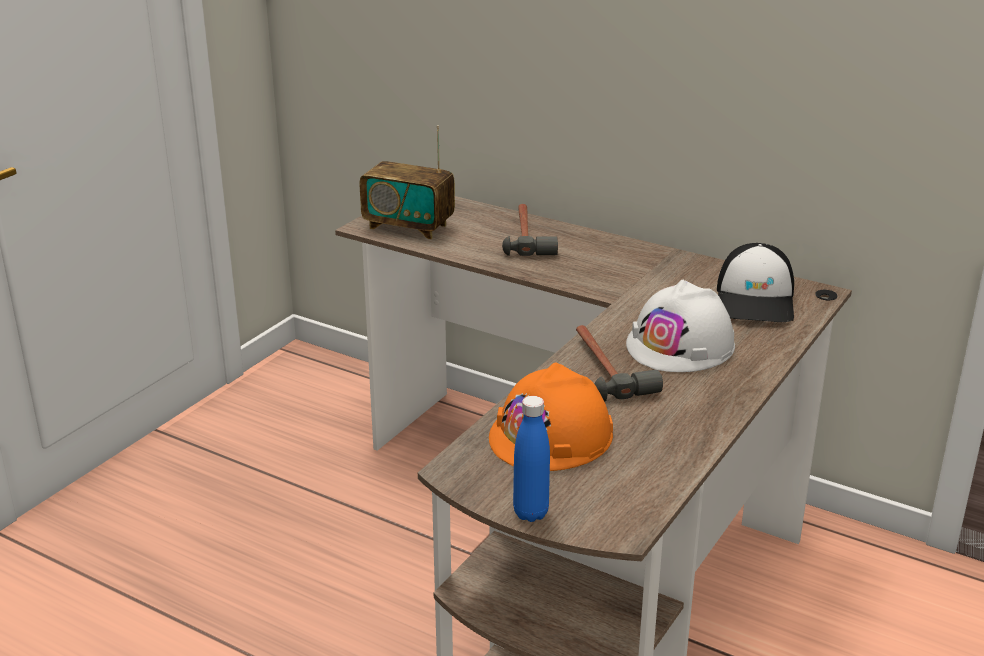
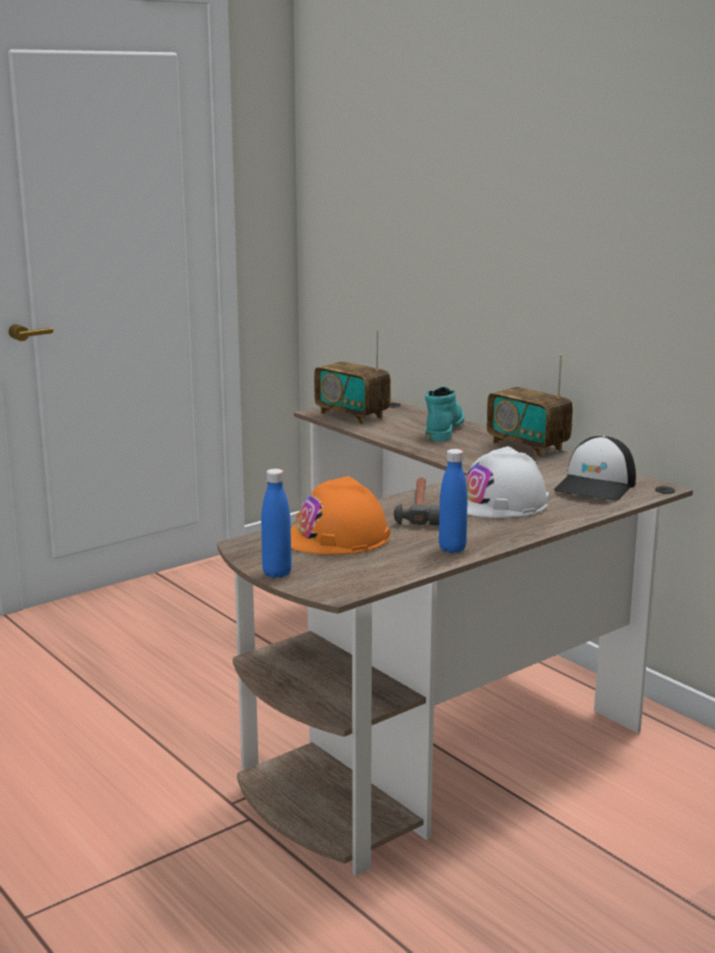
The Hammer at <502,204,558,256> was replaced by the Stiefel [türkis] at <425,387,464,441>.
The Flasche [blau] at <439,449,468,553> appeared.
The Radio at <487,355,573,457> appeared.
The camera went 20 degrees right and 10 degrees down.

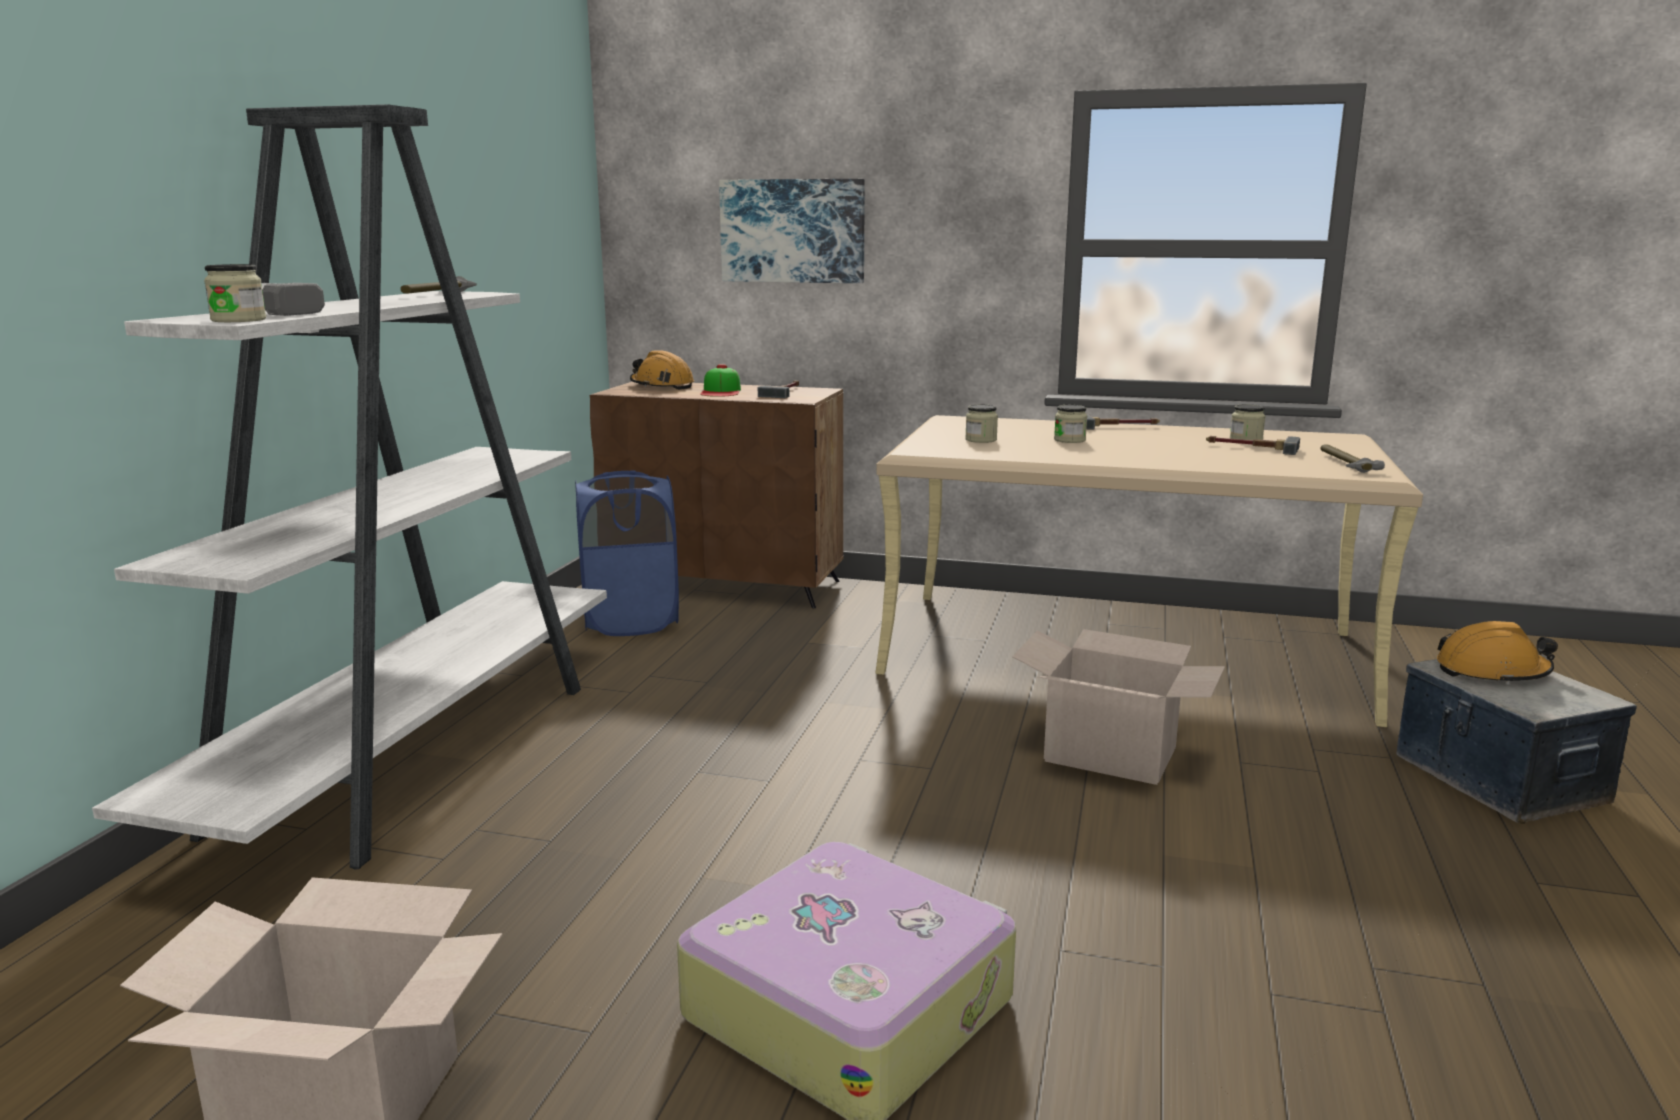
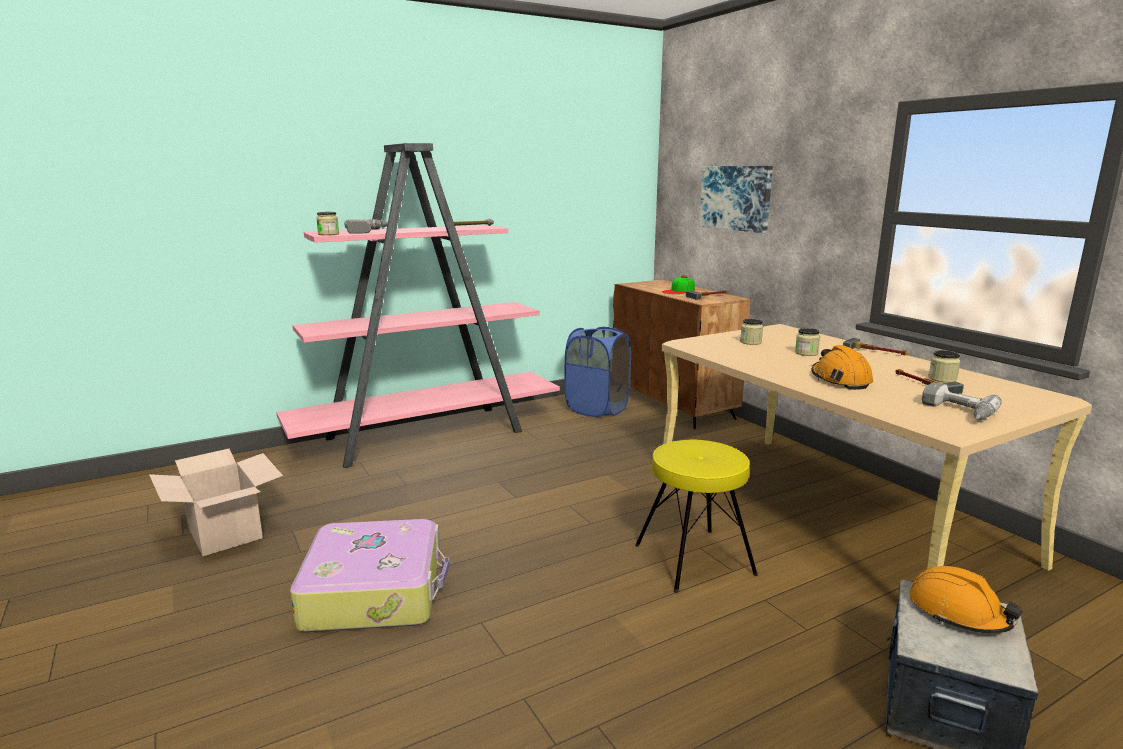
The Bücherregal [weiß] at <92,104,607,870> became the Bücherregal [rosa] at <276,143,560,468>.
The Schutzhelm [orange] moved from <630,350,694,390> to <811,345,873,390>.
The Karton at <1012,629,1225,785> was replaced by the Hocker [gelb] at <635,439,758,593>.
The Hammer at <1320,445,1385,473> was replaced by the Bohrmaschine at <922,382,1001,420>.
The camera went 45 degrees right and 0 degrees up.

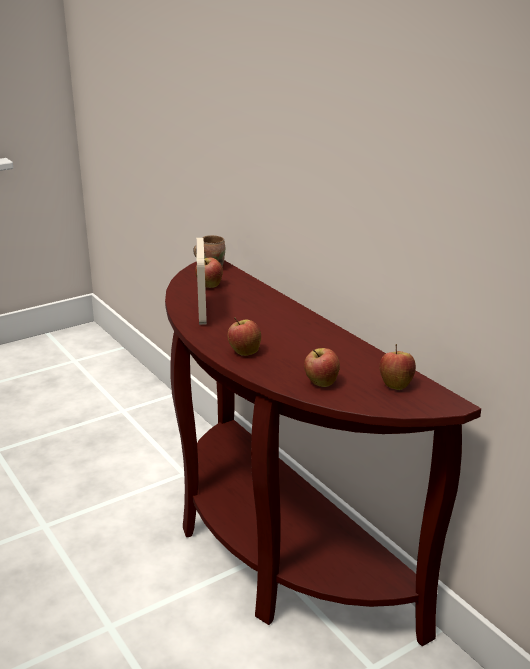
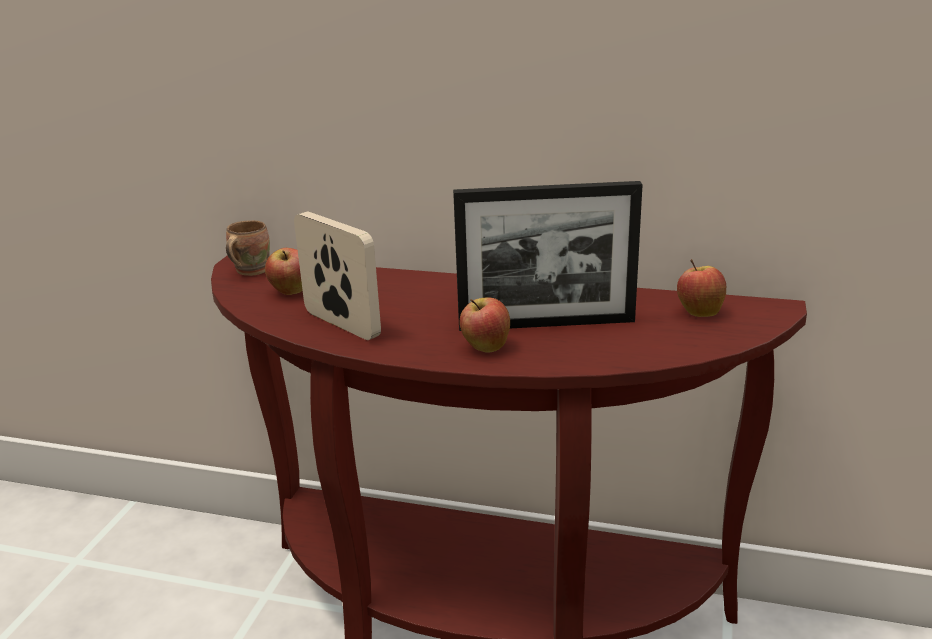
The Apfel at <304,348,340,387> disappeared.
The Bilderrahmen at <453,181,643,331> appeared.
The camera went 40 degrees left and 0 degrees up.

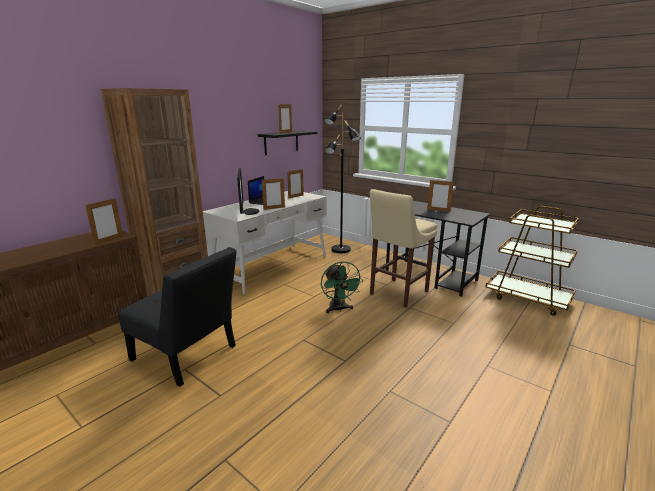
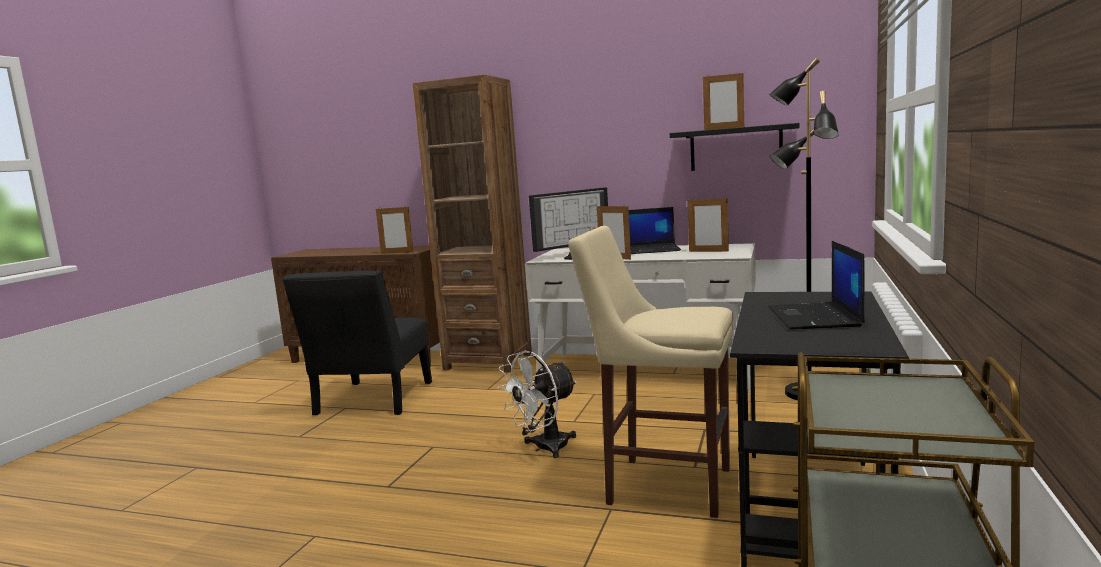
The Ventilator [grün] at <321,261,363,313> became the Ventilator [weiß] at <498,351,577,458>.
The Bilderrahmen at <427,180,454,212> was replaced by the Laptop at <768,241,865,330>.
The camera went 70 degrees right and 10 degrees down.

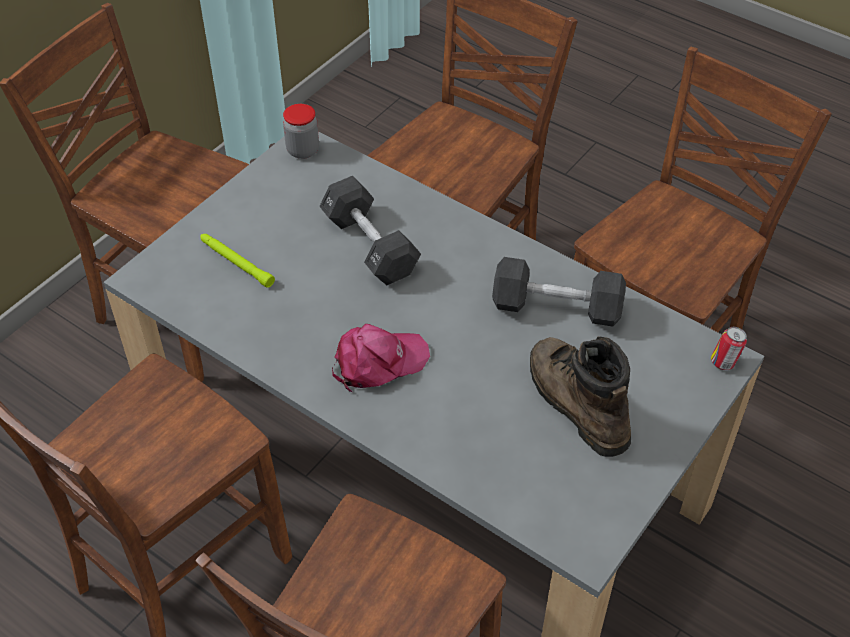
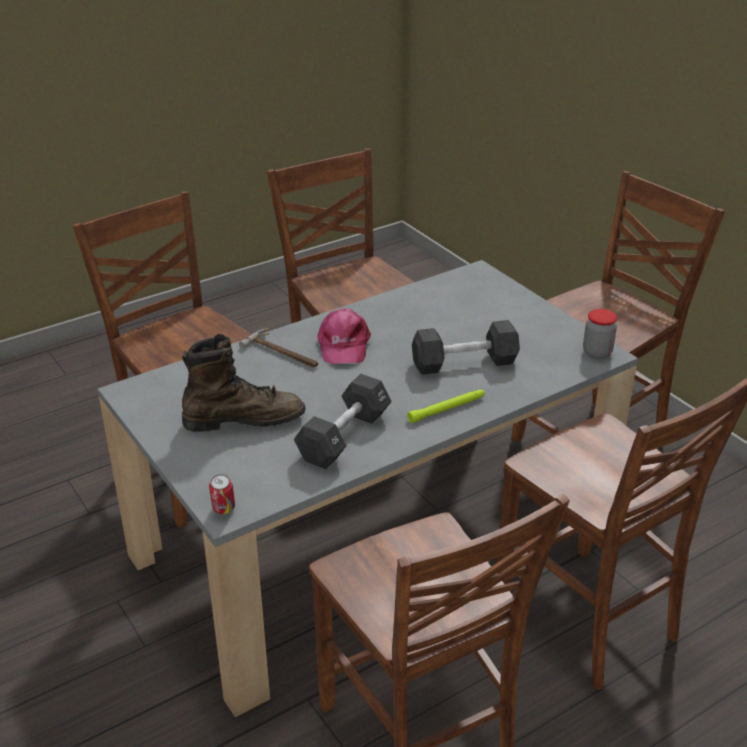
The Taschenlampe [grün] moved from <200,234,275,288> to <407,390,485,423>.
The Hammer at <239,328,318,367> appeared.
The camera went 110 degrees right and 15 degrees down.

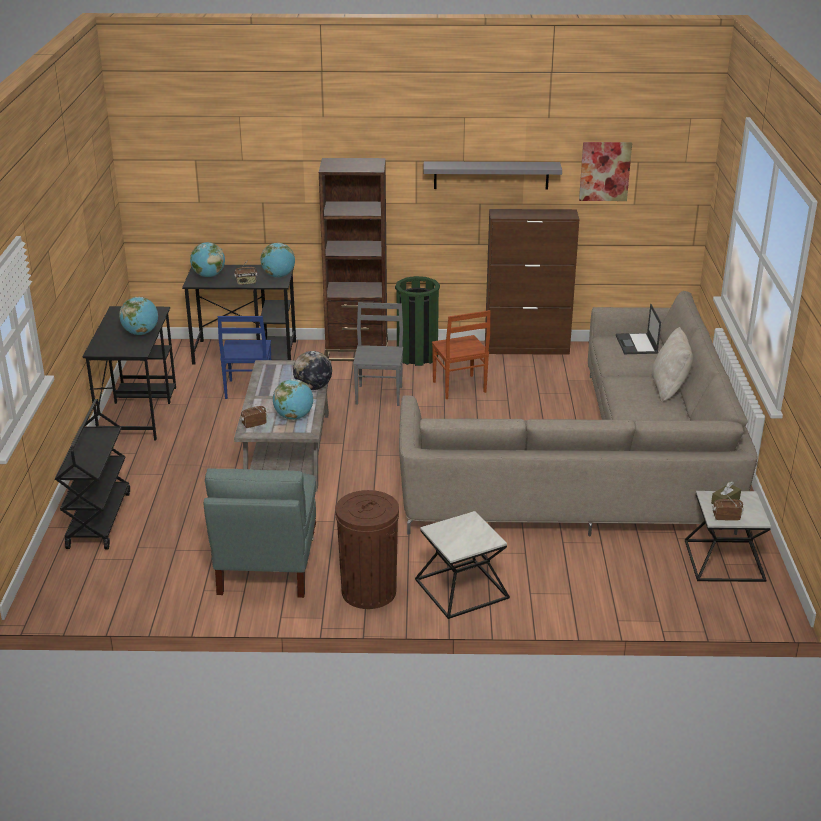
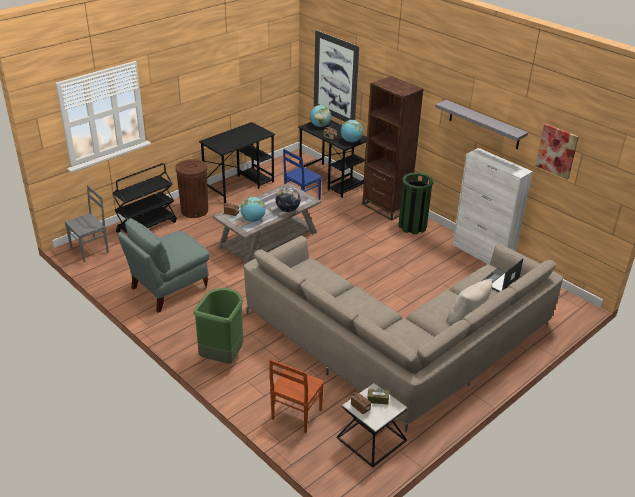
The Globus at <119,297,158,335> disappeared.
The Mülleimer [braun] moved from <335,490,399,609> to <175,159,208,218>.
The Stuhl [grau] moved from <353,302,403,406> to <65,185,109,262>.
The Beistelltisch at <415,511,510,619> was replaced by the Mülleimer [grün] at <193,288,243,364>.
The Stuhl [braun] moved from <432,310,490,399> to <269,359,324,433>.
The Schrank [braun] at <485,209,580,355> became the Schrank [weiß] at <453,148,533,265>.
The Bild at <314,30,359,122> appeared.
The camera went 45 degrees right and 5 degrees up.

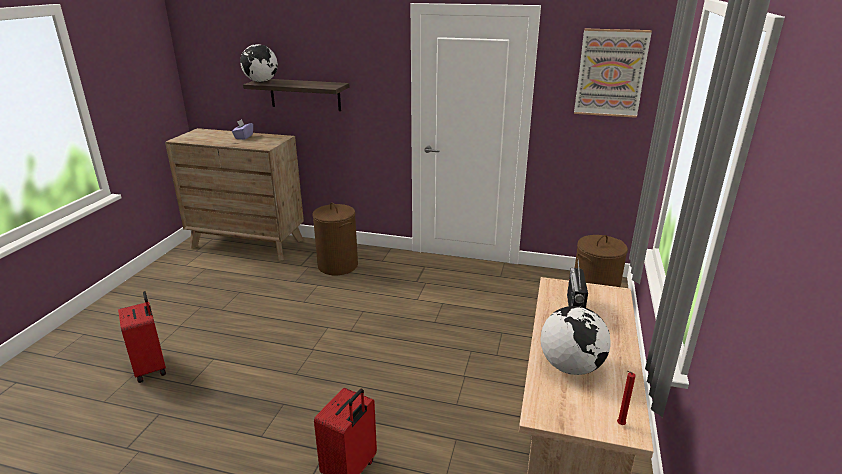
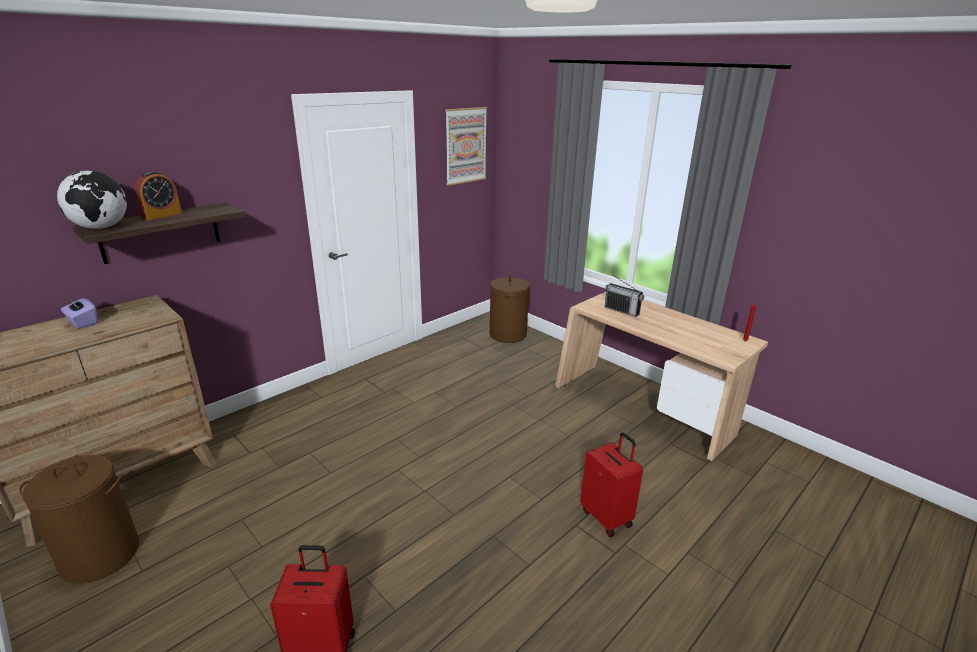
The Wäschekorb [braun] moved from <313,202,358,275> to <19,455,139,583>.
The Globus at <540,306,611,375> disappeared.
The Wecker at <134,171,182,220> appeared.
The camera went 60 degrees left and 0 degrees up.

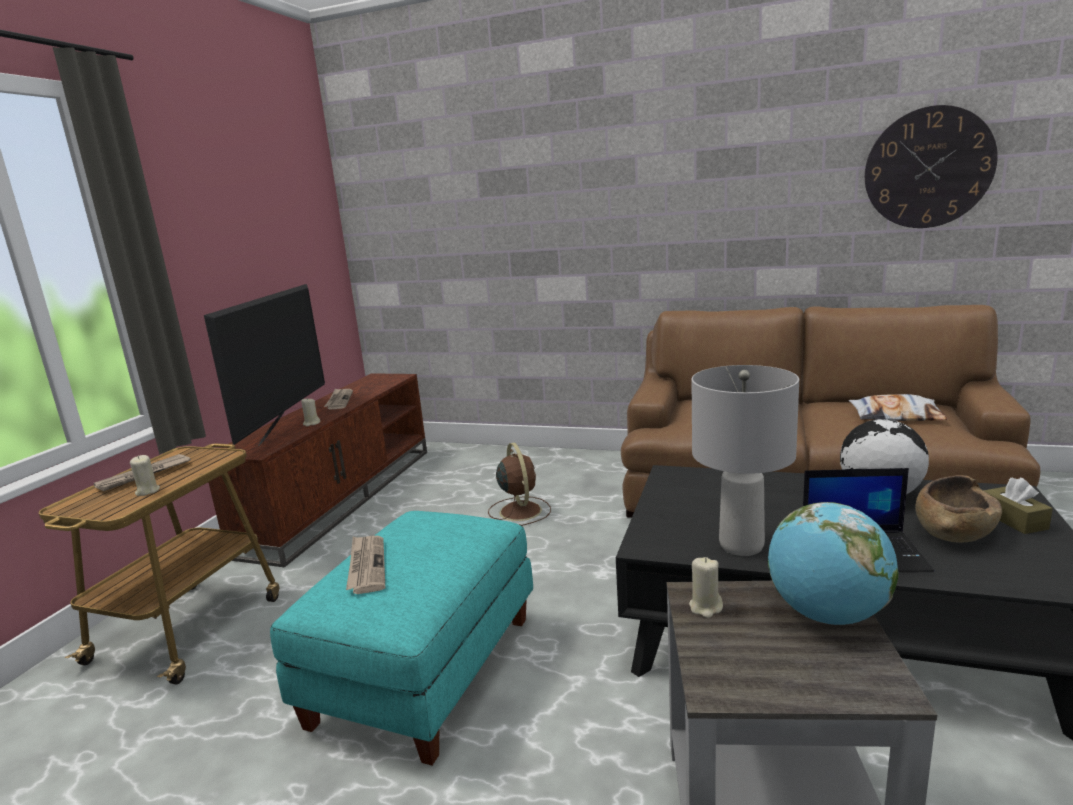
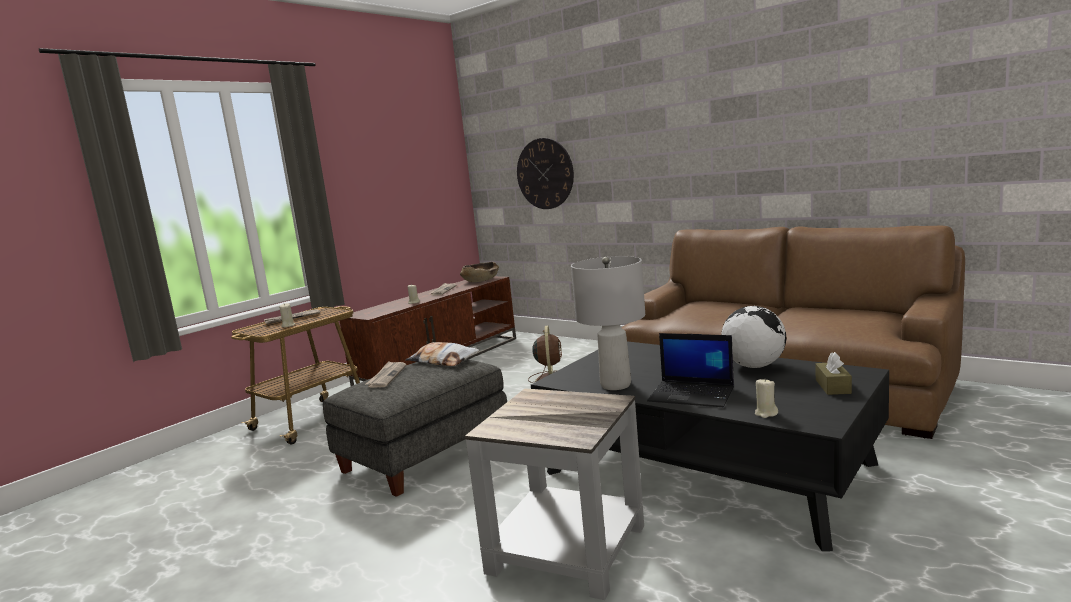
The Fernseher at <204,284,325,446> disappeared.
The Polsterhocker [türkis] at <270,511,533,766> became the Polsterhocker [grau] at <323,359,507,497>.
The Kerze [beige] moved from <689,557,723,618> to <755,379,778,418>.
The Globus at <768,502,898,625> disappeared.
The Kissen moved from <849,394,948,421> to <405,342,480,366>.
The Wanduhr moved from <865,105,998,228> to <517,138,574,209>.
The Schüssel [braun] moved from <915,475,1002,543> to <460,262,499,282>.
The camera went 20 degrees right and 5 degrees down.

